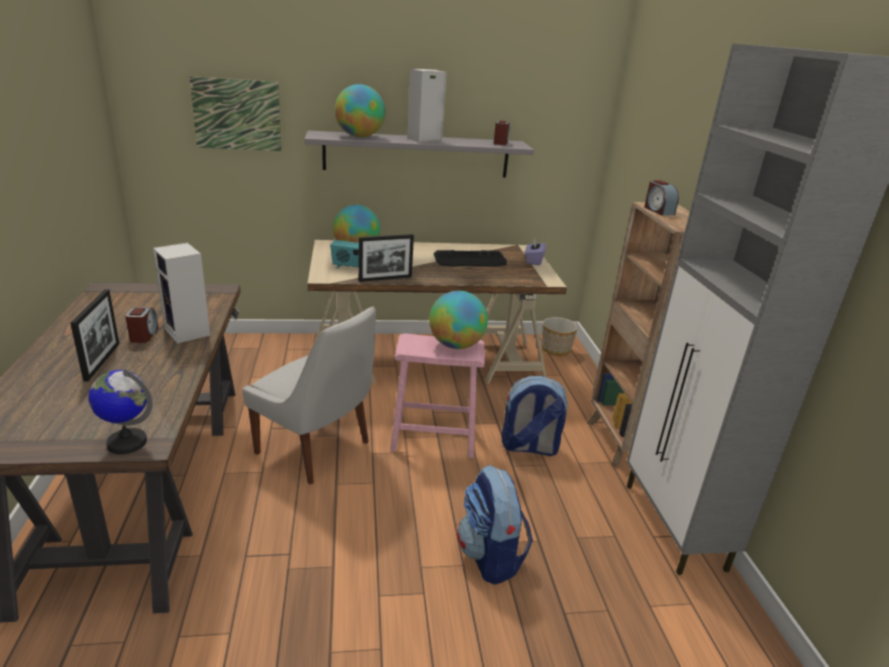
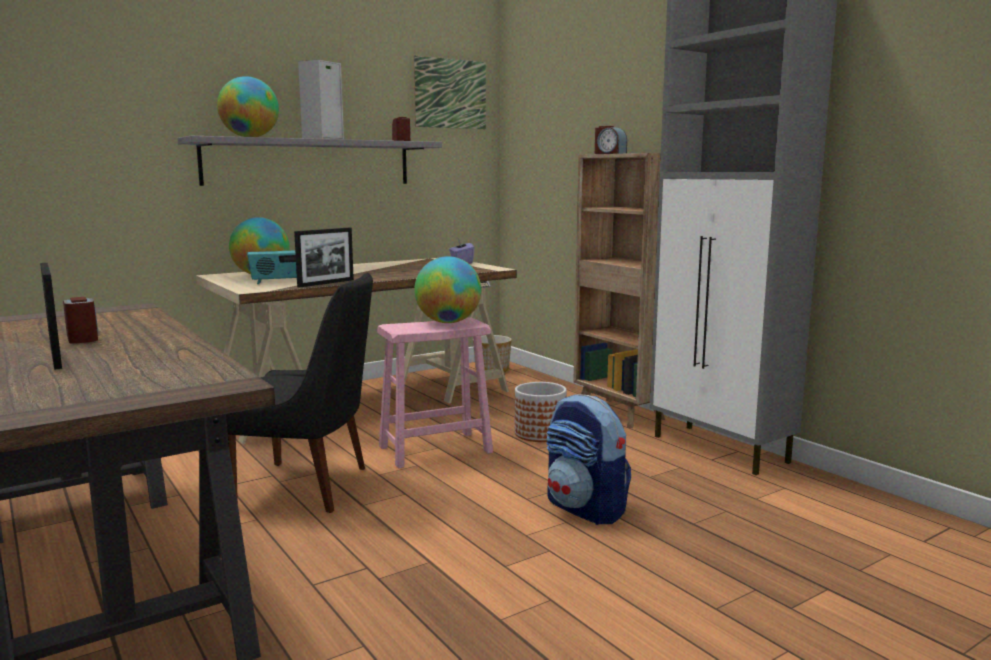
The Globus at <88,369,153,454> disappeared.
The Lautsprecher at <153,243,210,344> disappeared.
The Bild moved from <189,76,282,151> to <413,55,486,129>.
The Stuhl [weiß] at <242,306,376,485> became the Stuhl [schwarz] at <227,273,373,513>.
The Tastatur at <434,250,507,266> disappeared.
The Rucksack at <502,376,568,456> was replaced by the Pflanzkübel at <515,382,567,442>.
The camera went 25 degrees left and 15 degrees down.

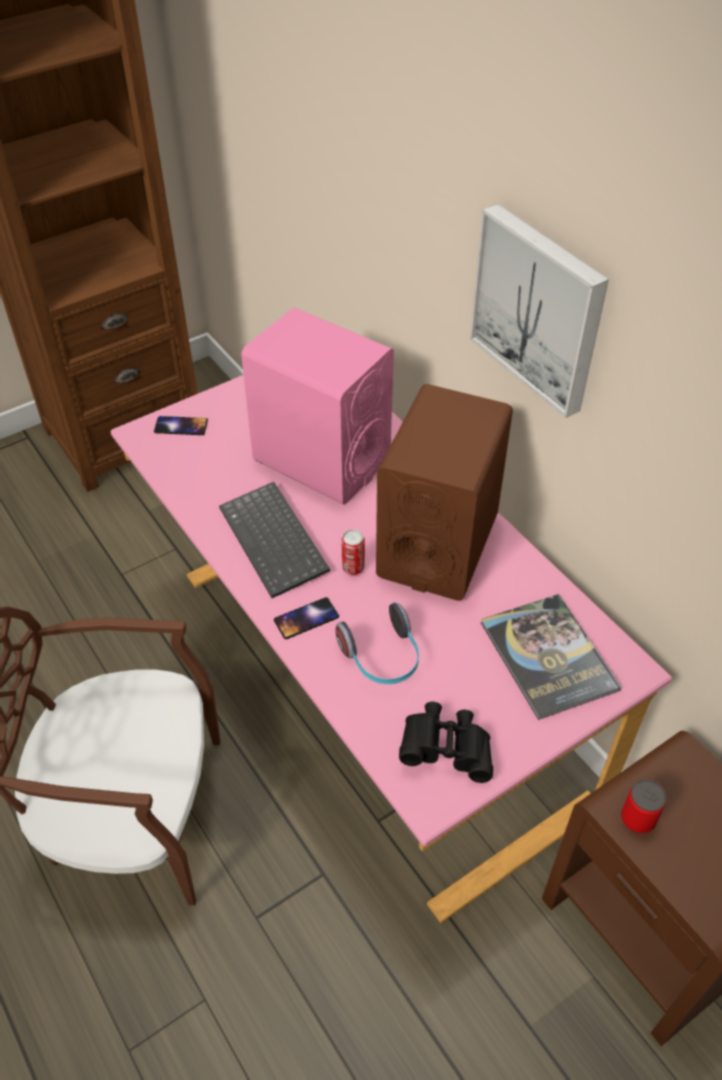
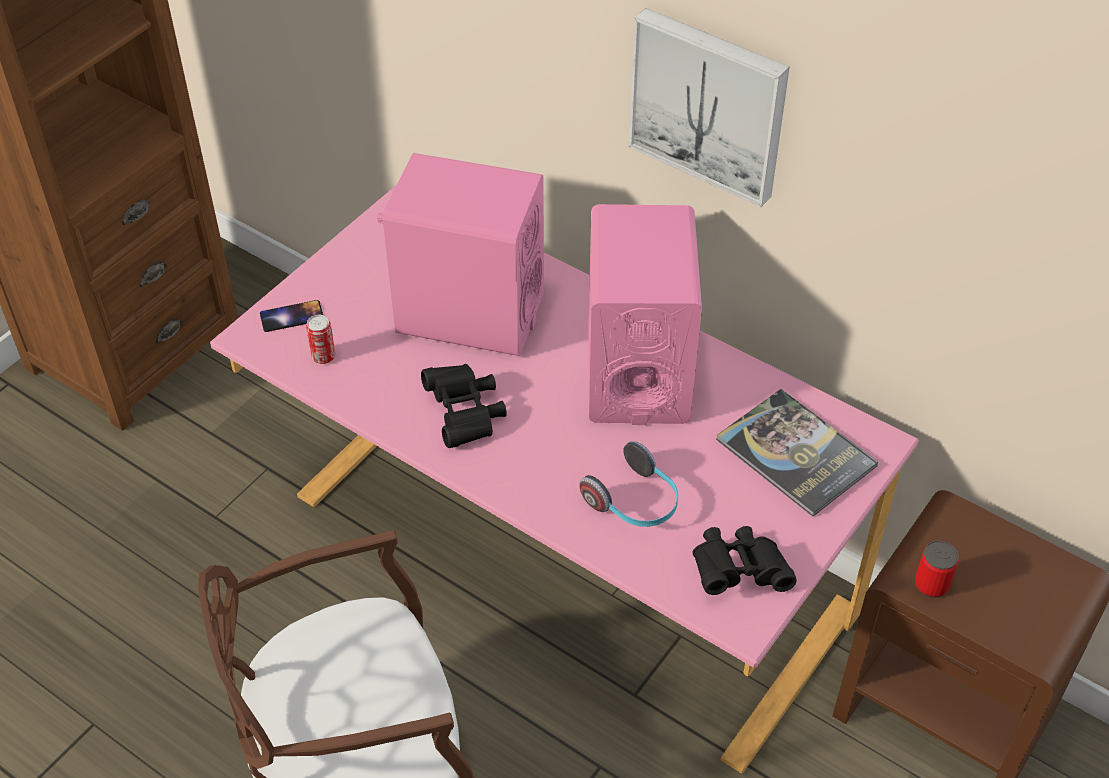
The Tastatur at <219,482,330,598> was replaced by the Fernglas [schwarz] at <421,364,507,448>.
The Handy at <274,597,339,639> disappeared.
The Dose moved from <341,529,365,575> to <306,315,335,364>.
The Lautsprecher [braun] at <376,384,513,601> became the Lautsprecher [rosa] at <588,204,702,425>.
The camera went 20 degrees left and 0 degrees up.

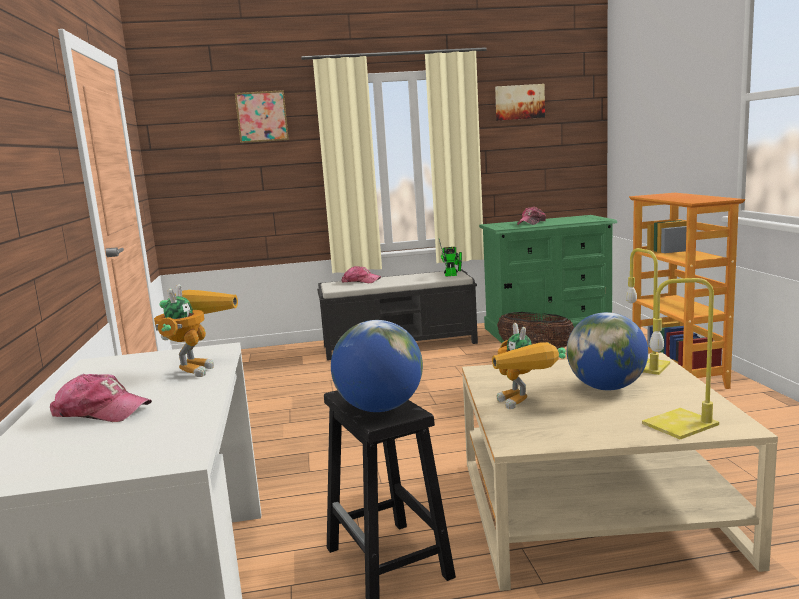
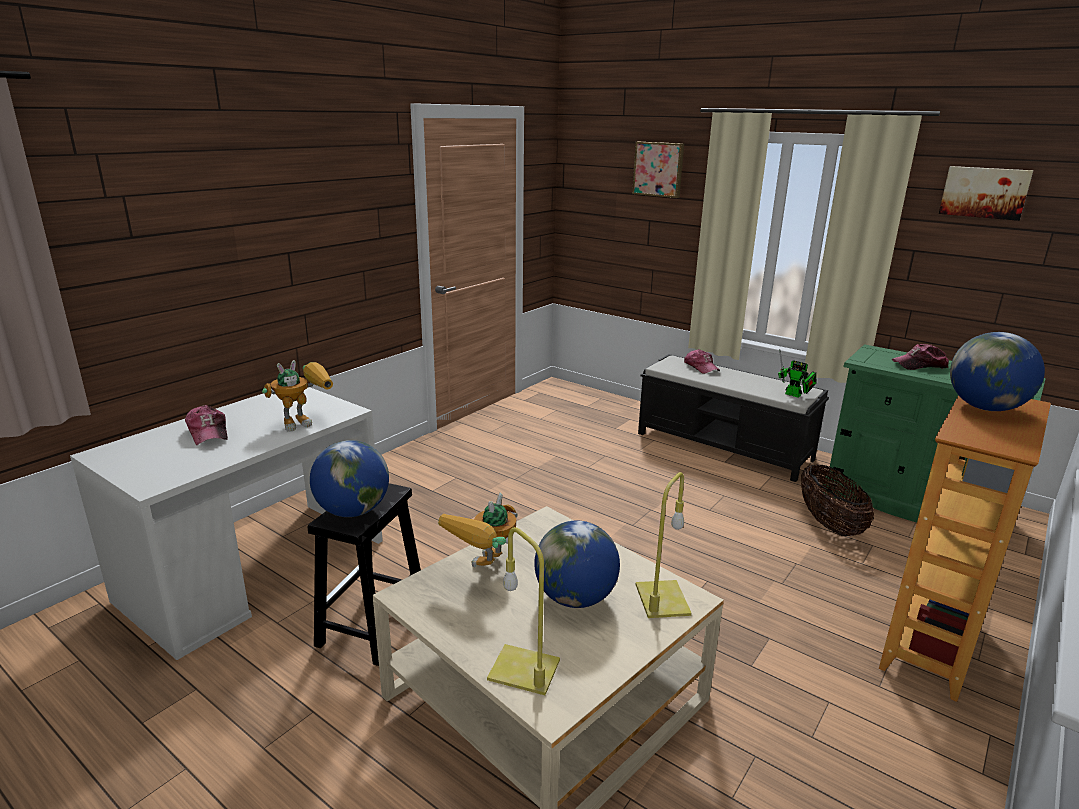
The Globus at <950,332,1045,411> appeared.
The camera went 45 degrees right and 10 degrees up.

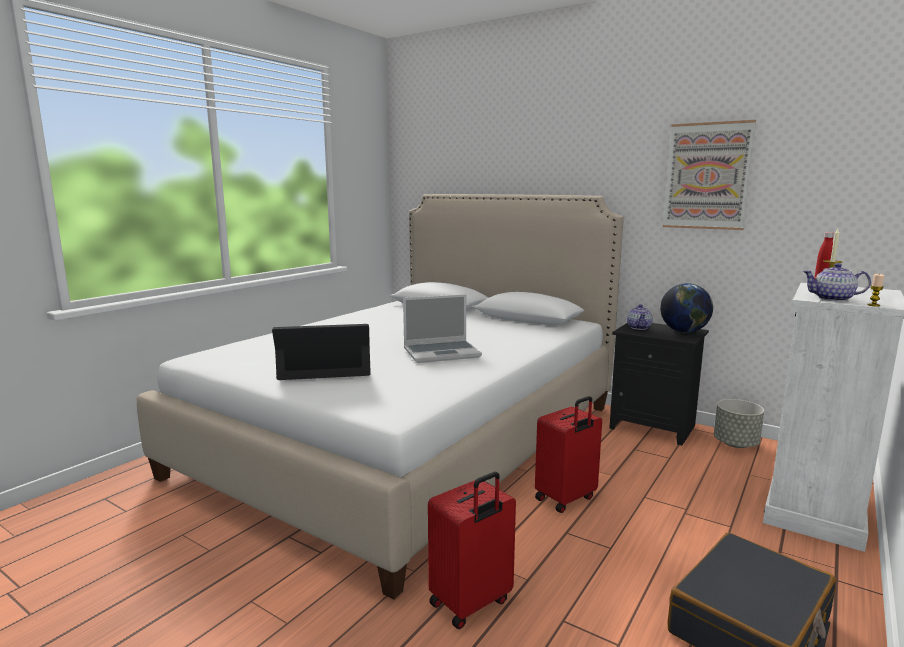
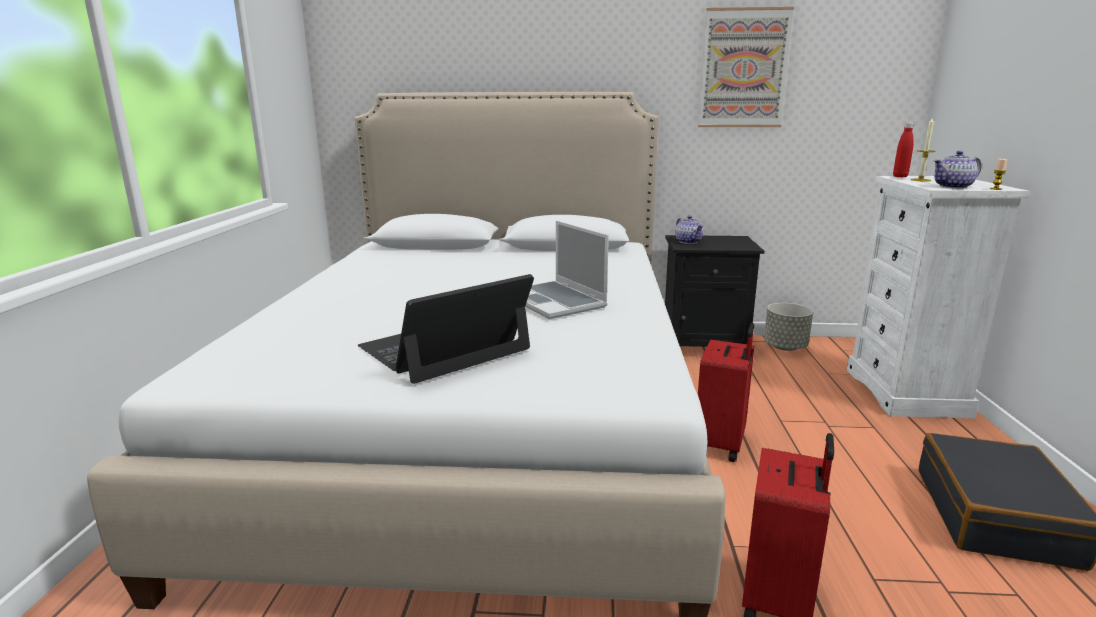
The Laptop at <403,294,482,363> turned 105 degrees clockwise.
The Globus at <660,283,713,333> disappeared.
The camera went 30 degrees left and 5 degrees up.

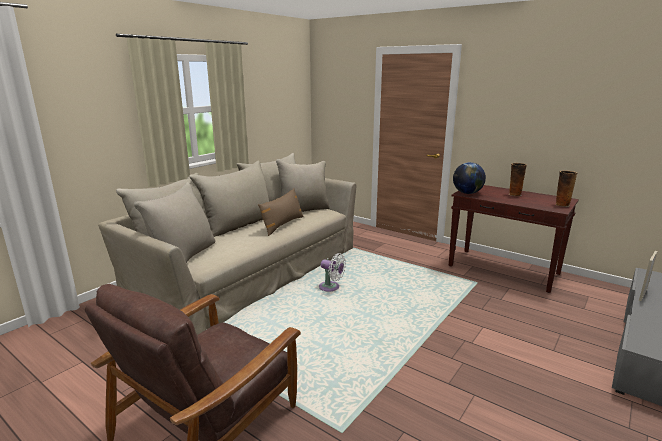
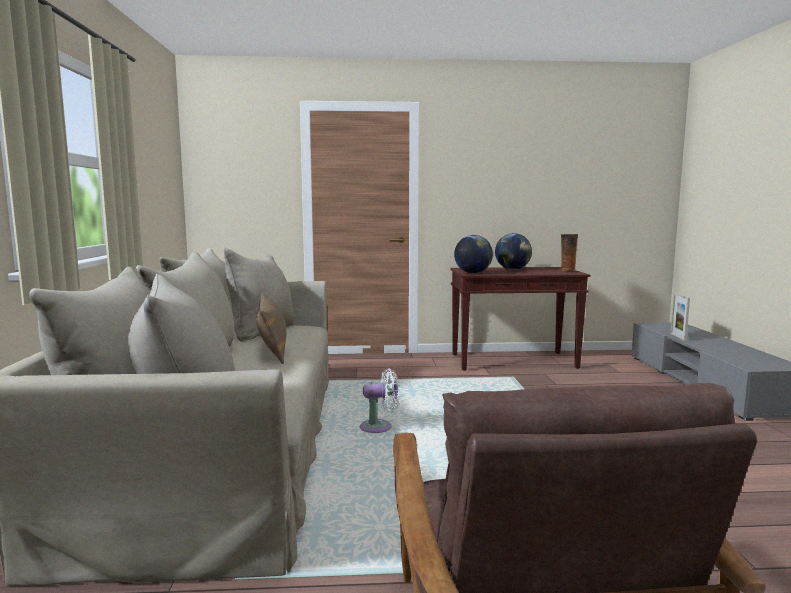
The Vase at <509,163,527,196> was replaced by the Globus at <495,233,532,270>.
The camera went 40 degrees left and 10 degrees down.

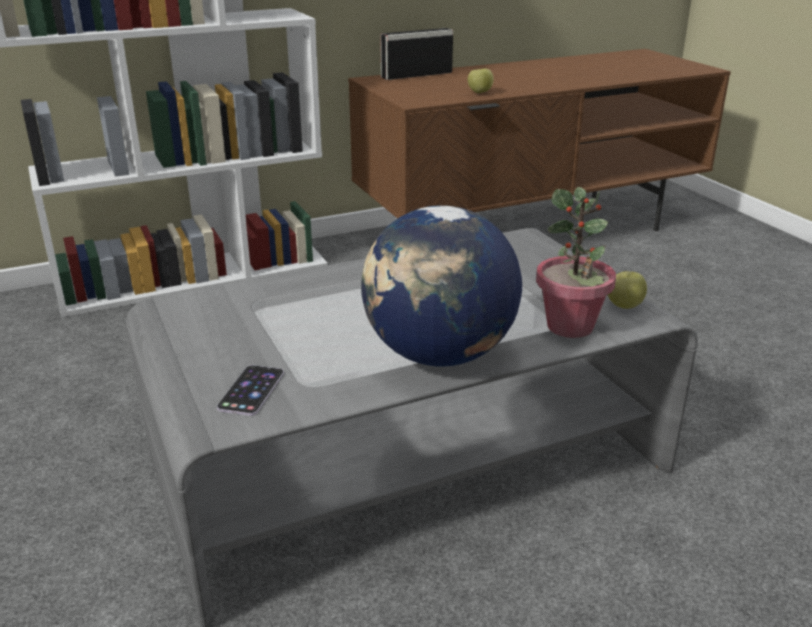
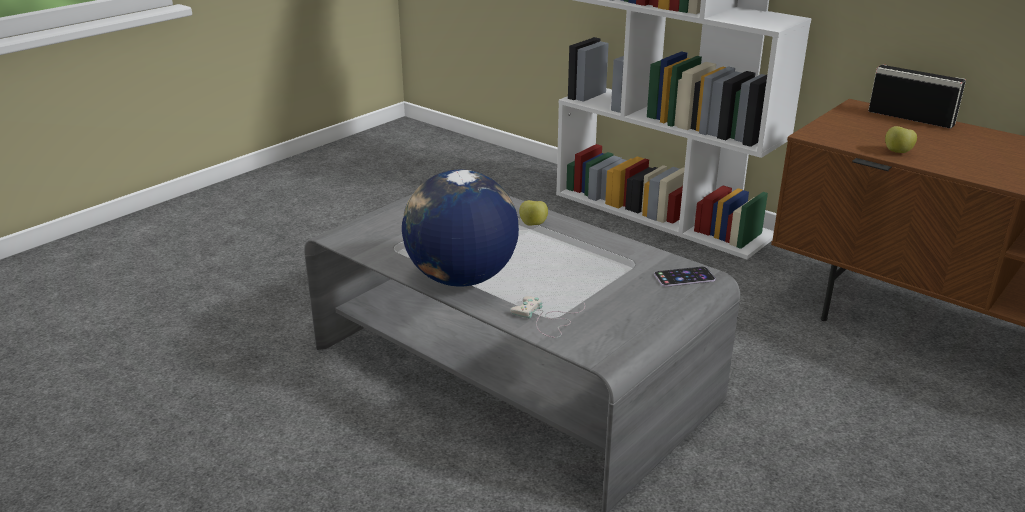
The Handy moved from <217,365,284,416> to <654,267,715,287>.
The Topfpflanze at <536,187,616,338> was replaced by the Gamepad [weiß] at <510,296,585,338>.
The Apfel moved from <608,271,647,309> to <519,200,548,225>.
The camera went 65 degrees right and 0 degrees up.

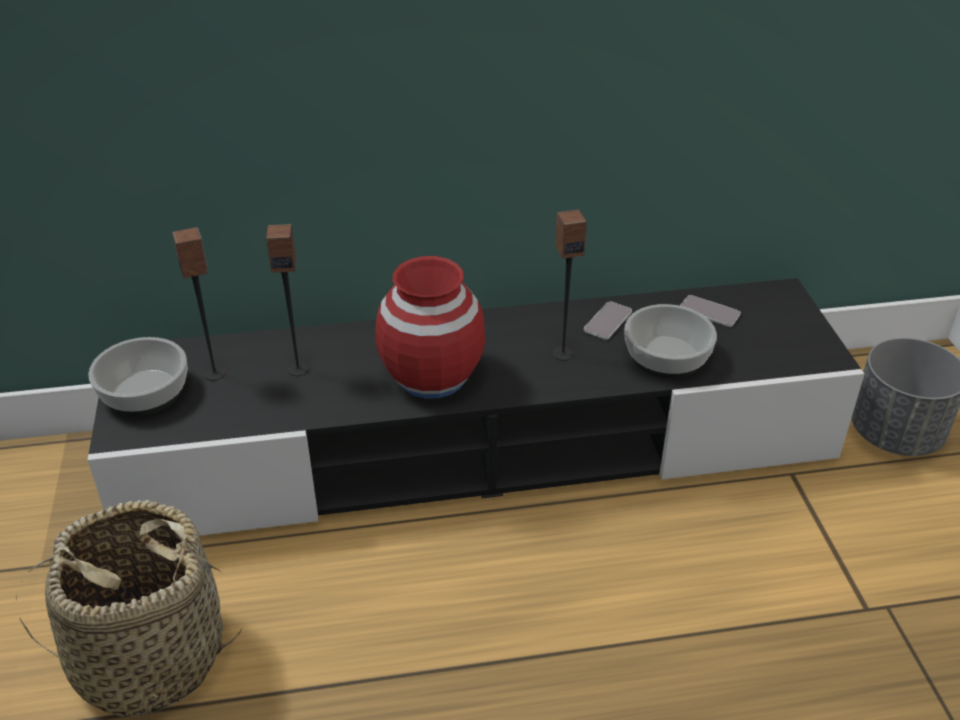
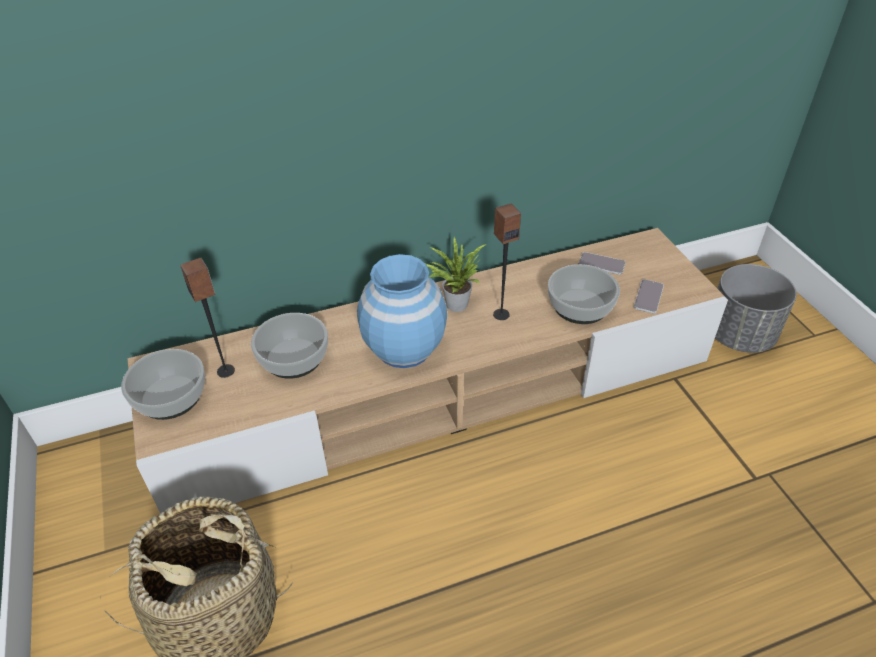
The Fernsehschrank [schwarz] at <88,278,865,536> became the Fernsehschrank [beige] at <127,228,728,513>.
The Lautsprecher at <266,224,309,376> was replaced by the Schüssel at <251,313,328,379>.
The Vase [rot] at <375,256,485,399> became the Vase [blau] at <357,254,447,368>.
The Handy moved from <584,301,632,340> to <634,279,664,313>.
The Topfpflanze at <425,237,486,312> appeared.
The camera went 10 degrees left and 5 degrees up.

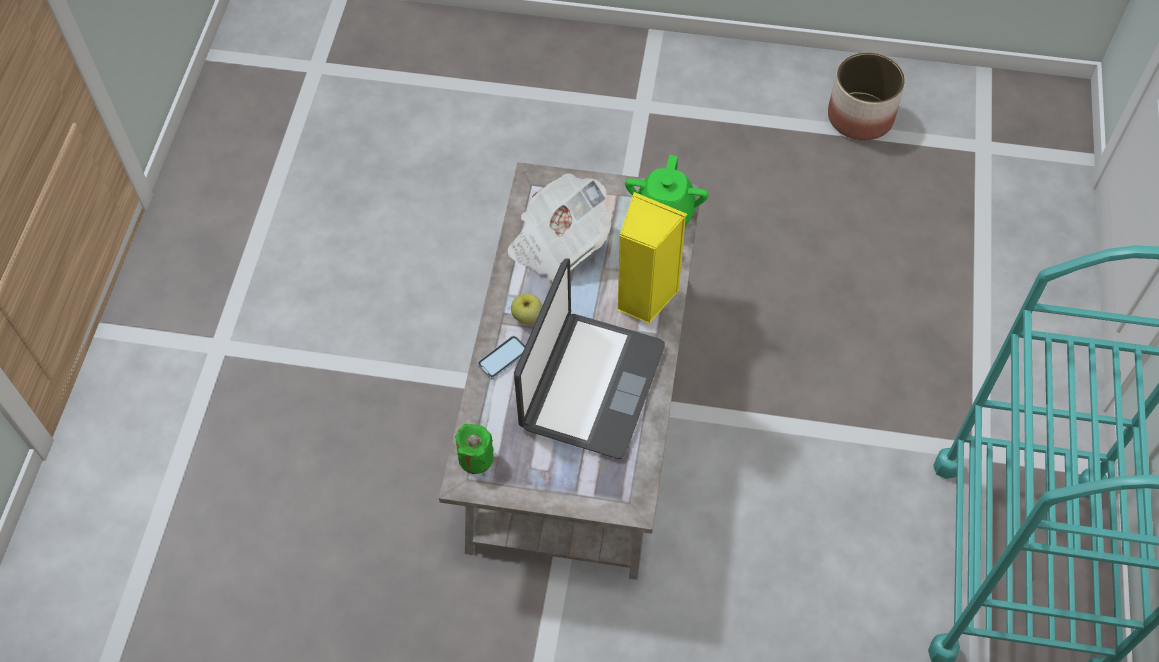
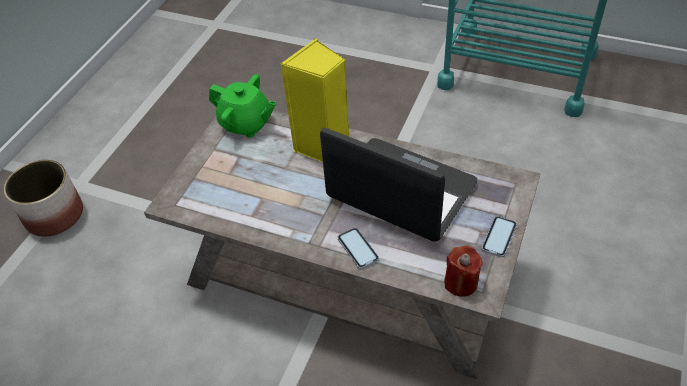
The Kerze [grün] at <455,424,494,474> became the Kerze [rot] at <444,245,483,297>.
The Zeitung at <508,173,611,281> disappeared.
The Apfel at <511,293,542,324> disappeared.
The Pflanzkübel moved from <828,53,905,140> to <4,160,83,236>.
The Handy at <482,216,517,257> appeared.
The camera went 75 degrees left and 10 degrees down.

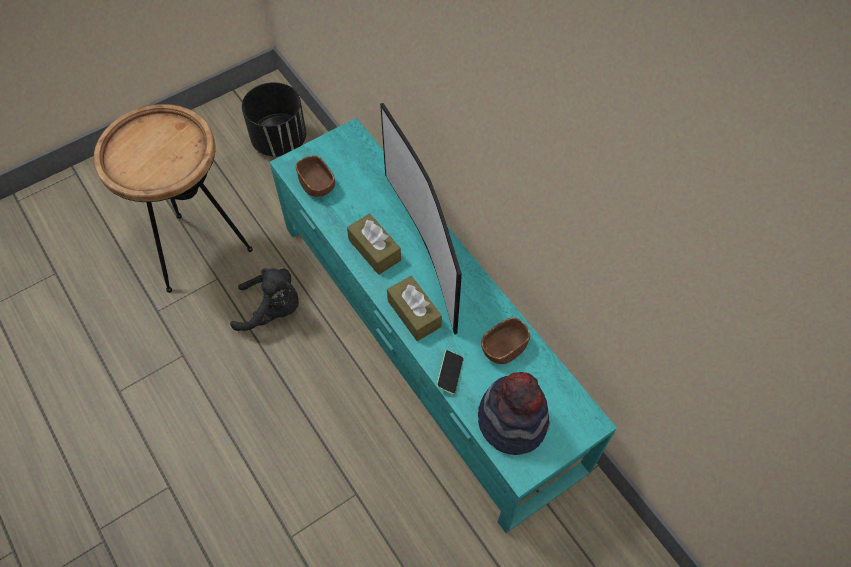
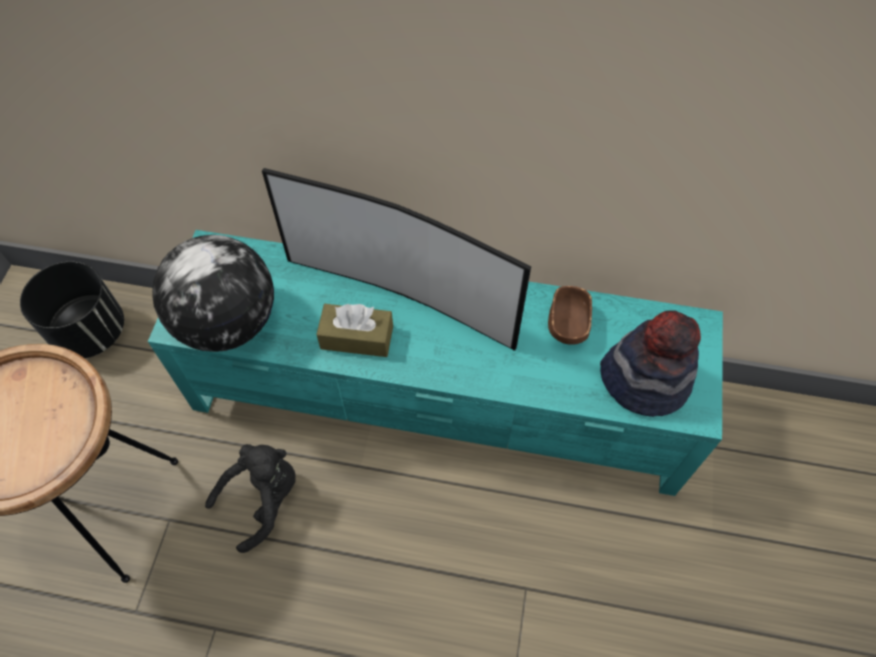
The Schüssel [braun] at <295,155,335,197> was replaced by the Globus at <152,235,274,352>.
The Taschentuchbox [braun] at <387,276,442,341> disappeared.
The Handy at <436,350,464,395> disappeared.
The camera went 45 degrees left and 0 degrees up.

